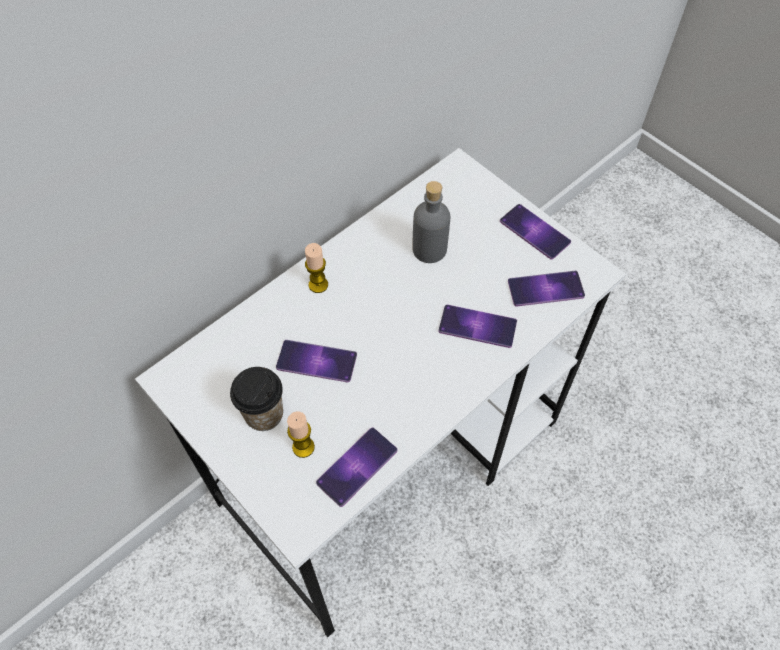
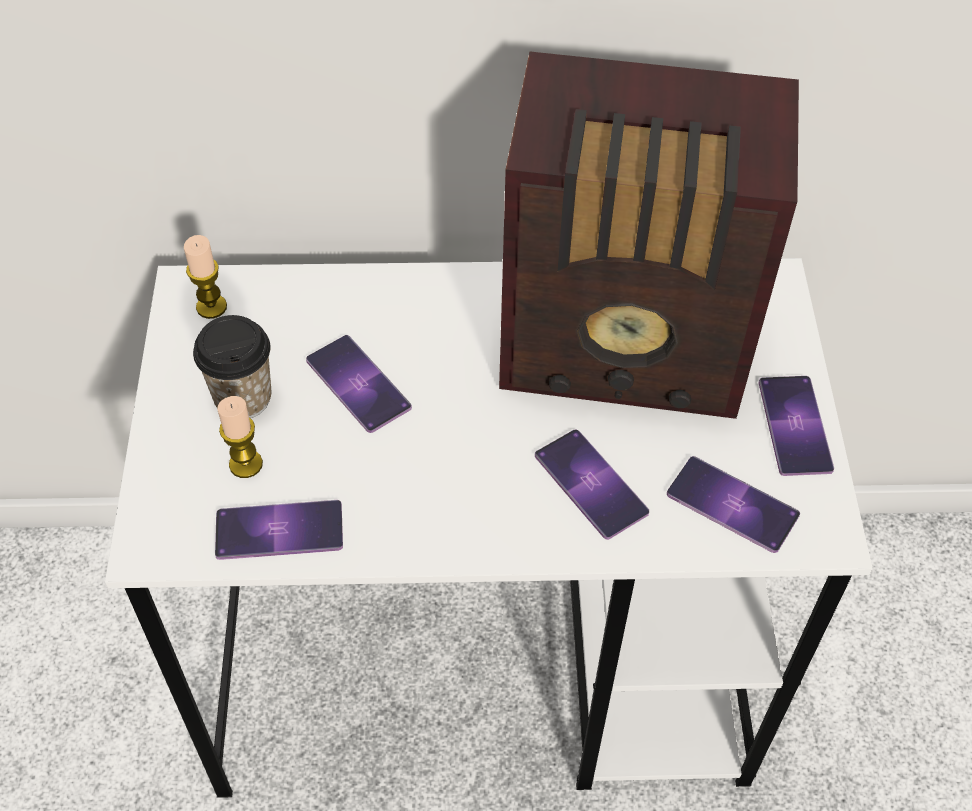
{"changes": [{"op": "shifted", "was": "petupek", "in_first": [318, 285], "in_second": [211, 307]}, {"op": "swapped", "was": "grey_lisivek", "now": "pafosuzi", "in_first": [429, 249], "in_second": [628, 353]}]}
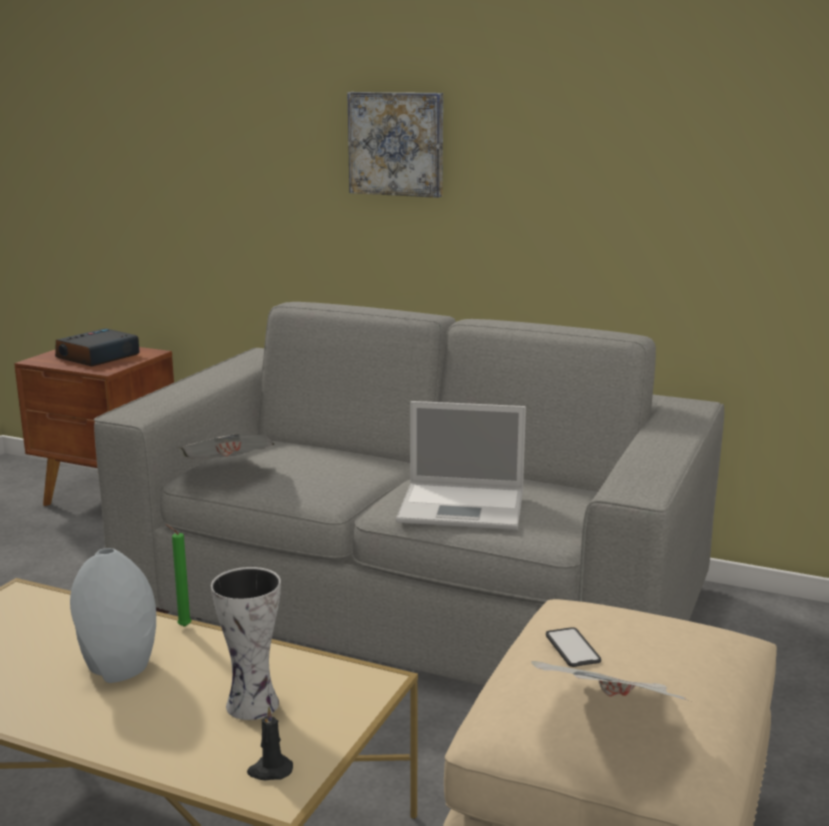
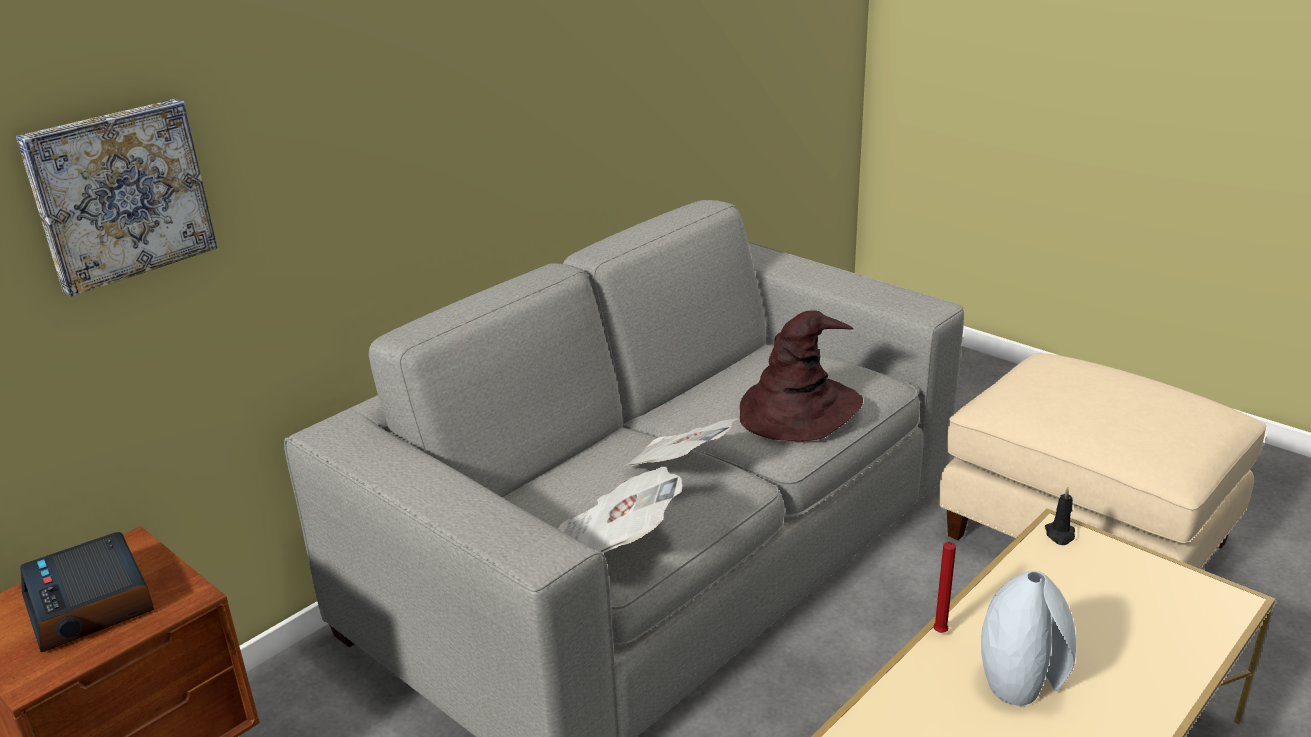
{"changes": [{"op": "repainted", "was": "green_petupek", "now": "red_petupek", "in_first": [182, 626], "in_second": [939, 634]}, {"op": "gone", "was": "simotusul", "in_first": [253, 706]}, {"op": "shifted", "was": "black_petupek", "in_first": [270, 770], "in_second": [1060, 535]}, {"op": "shifted", "was": "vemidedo", "in_first": [397, 143], "in_second": [119, 194]}, {"op": "swapped", "was": "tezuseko", "now": "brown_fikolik", "in_first": [464, 507], "in_second": [799, 411]}, {"op": "shifted", "was": "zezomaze", "in_first": [612, 718], "in_second": [680, 468]}, {"op": "gone", "was": "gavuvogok", "in_first": [572, 648]}]}
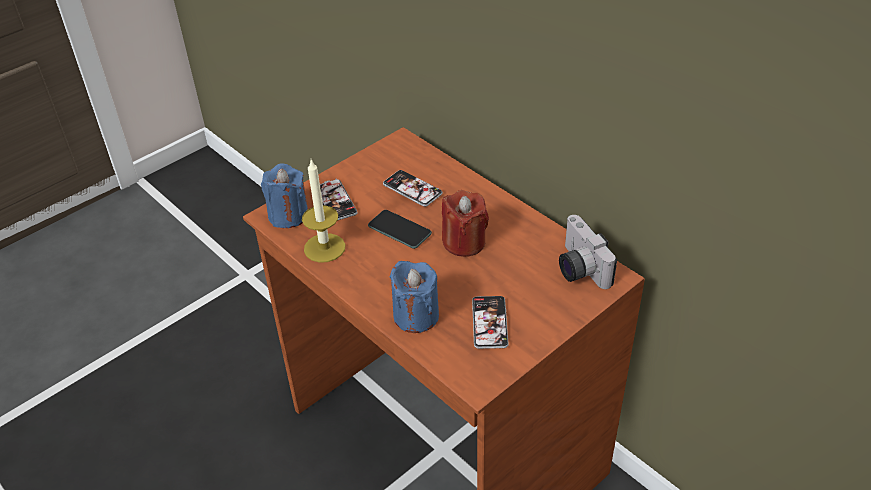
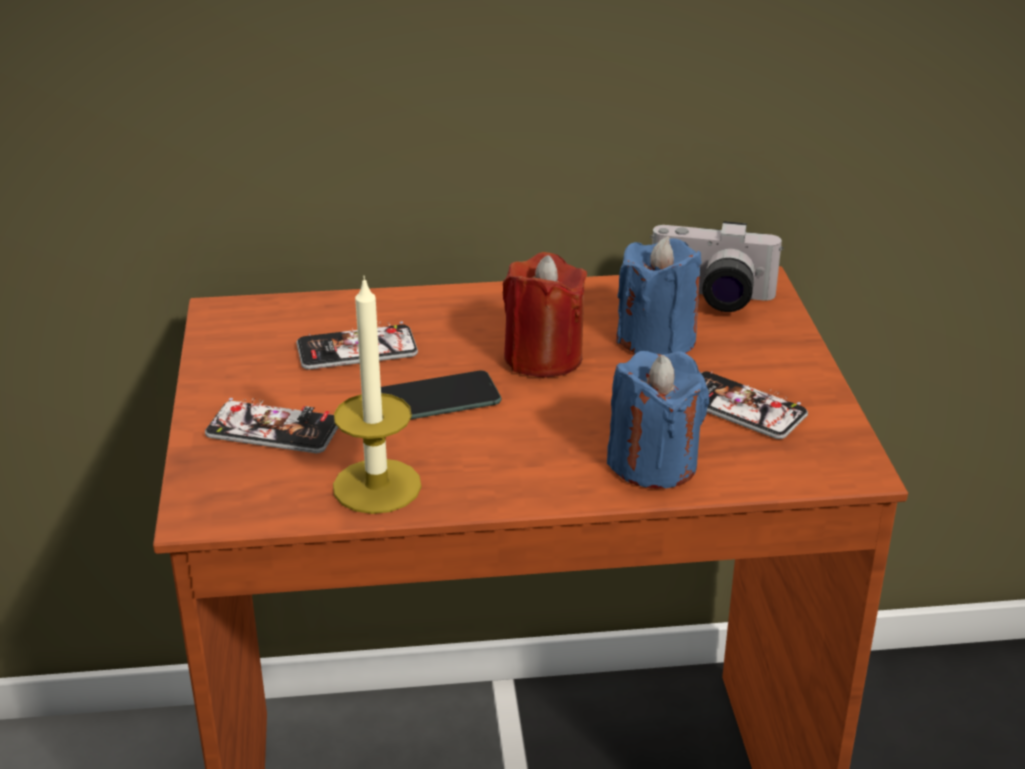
{"changes": [{"op": "shifted", "was": "blue_petupek", "in_first": [288, 215], "in_second": [657, 340]}]}
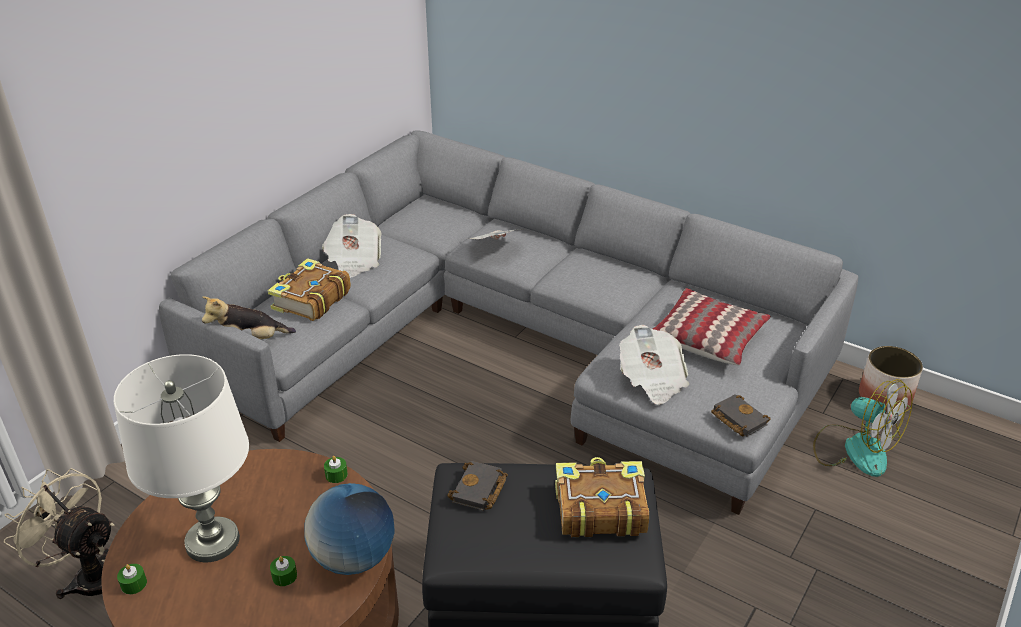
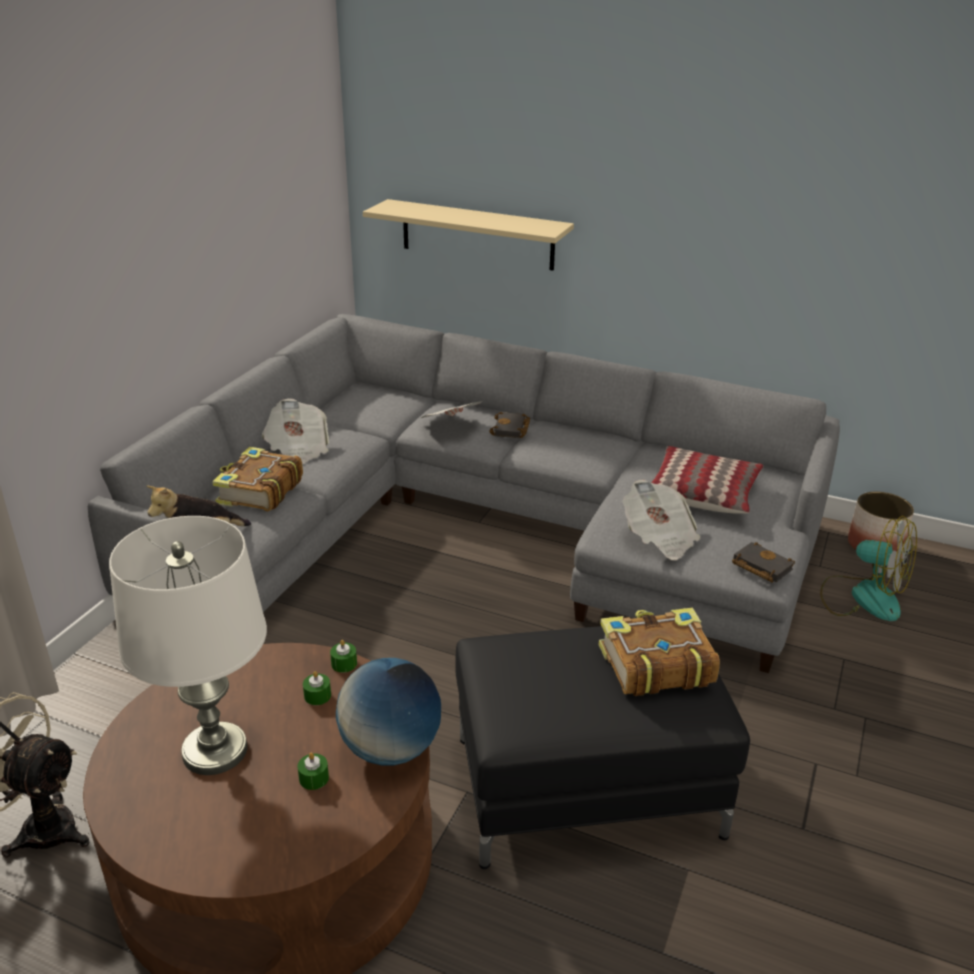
{"changes": [{"op": "shifted", "was": "green_petupek", "in_first": [134, 584], "in_second": [317, 695]}, {"op": "shifted", "was": "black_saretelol", "in_first": [479, 491], "in_second": [511, 429]}, {"op": "new", "now": "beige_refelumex", "in_second": [477, 235]}]}
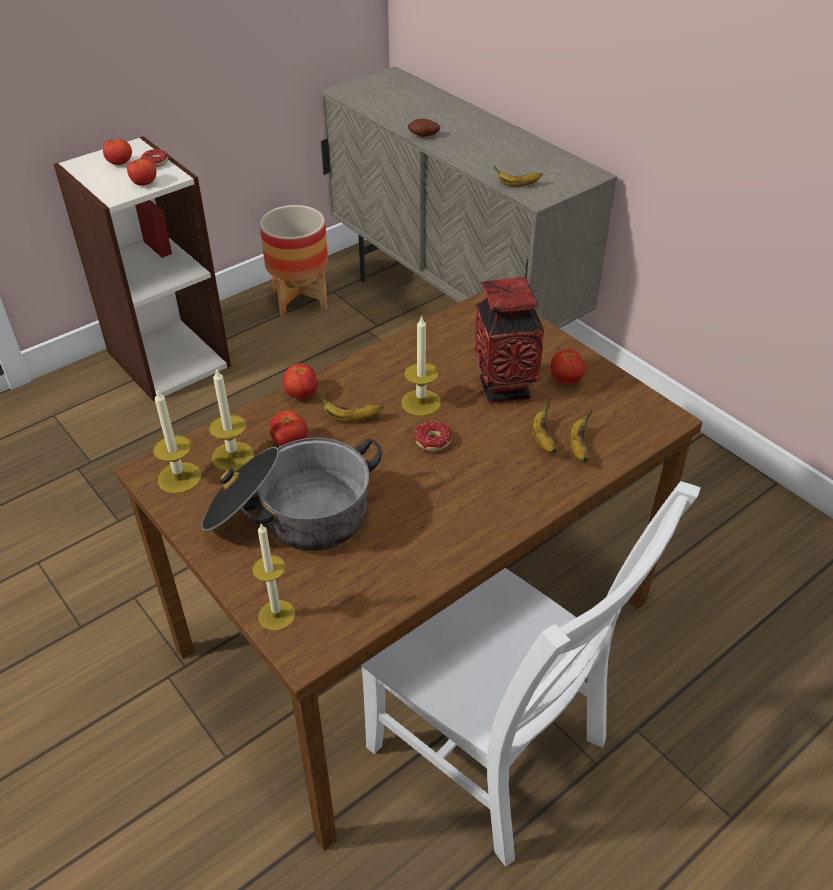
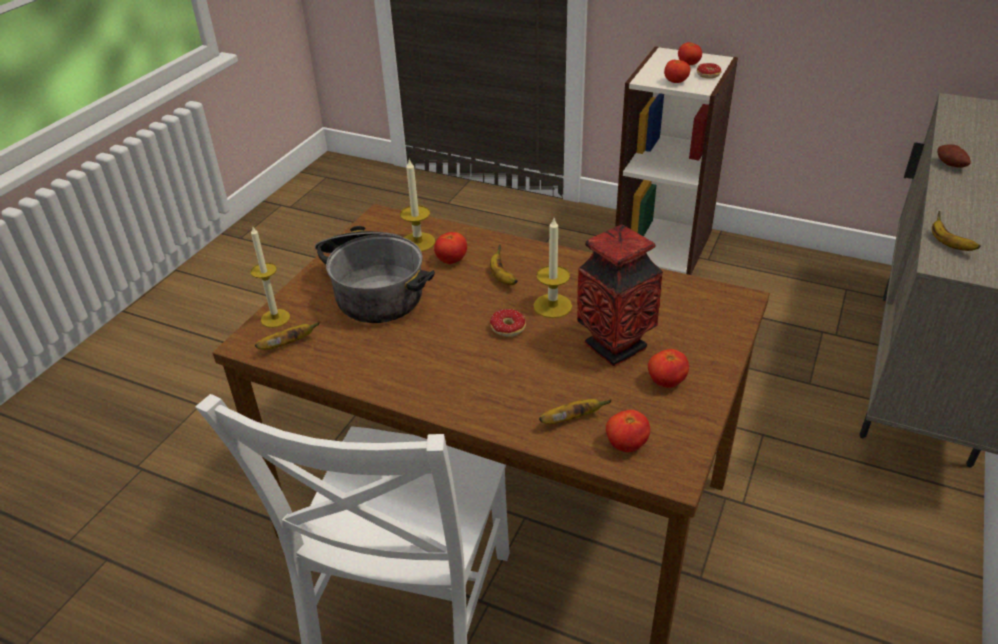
{"changes": [{"op": "gone", "was": "petupek", "in_first": [179, 478]}, {"op": "gone", "was": "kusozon", "in_first": [300, 300]}, {"op": "shifted", "was": "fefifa", "in_first": [301, 394], "in_second": [626, 445]}, {"op": "shifted", "was": "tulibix", "in_first": [542, 439], "in_second": [288, 344]}]}
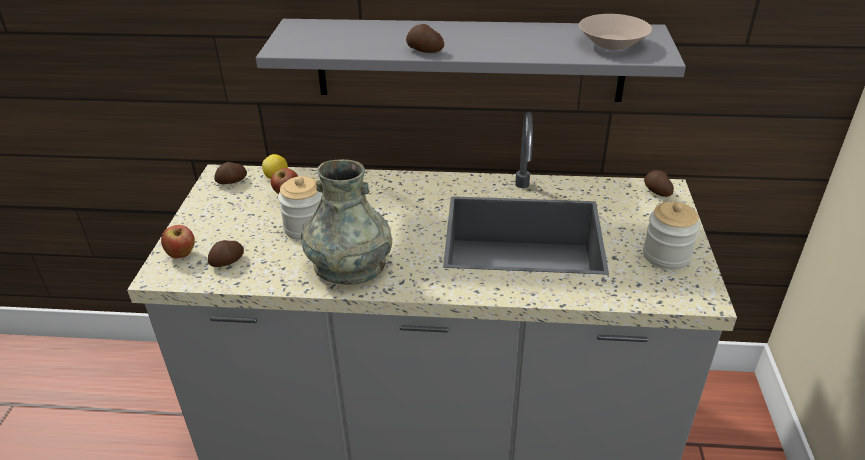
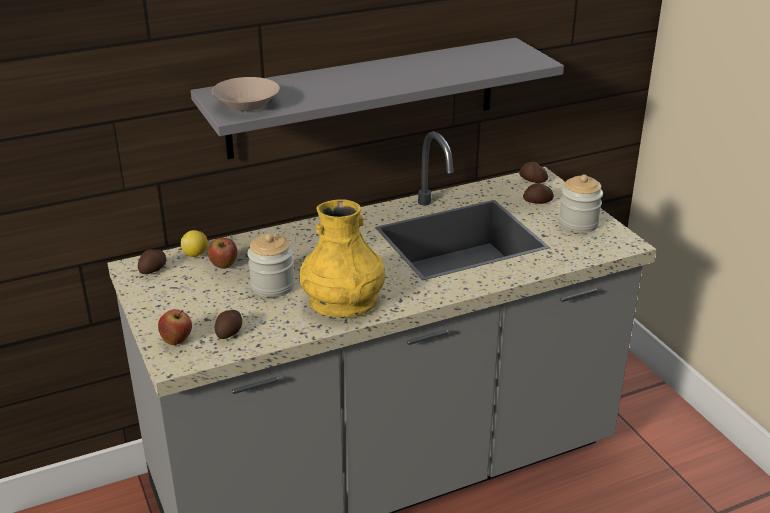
{"changes": [{"op": "repainted", "was": "grey_simotusul", "now": "yellow_simotusul", "in_first": [349, 265], "in_second": [343, 301]}, {"op": "shifted", "was": "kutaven", "in_first": [424, 51], "in_second": [538, 202]}, {"op": "shifted", "was": "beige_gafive", "in_first": [611, 44], "in_second": [246, 106]}]}
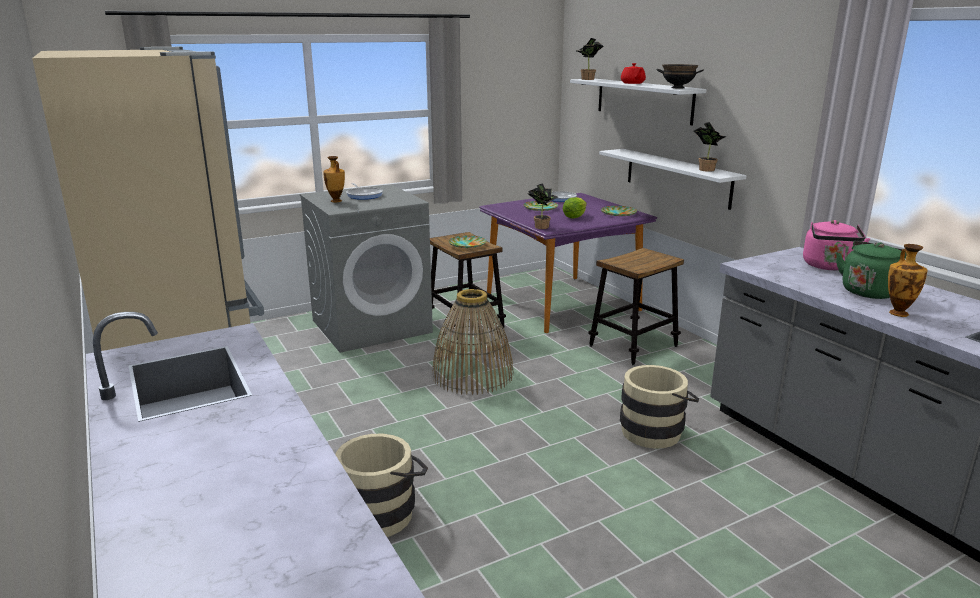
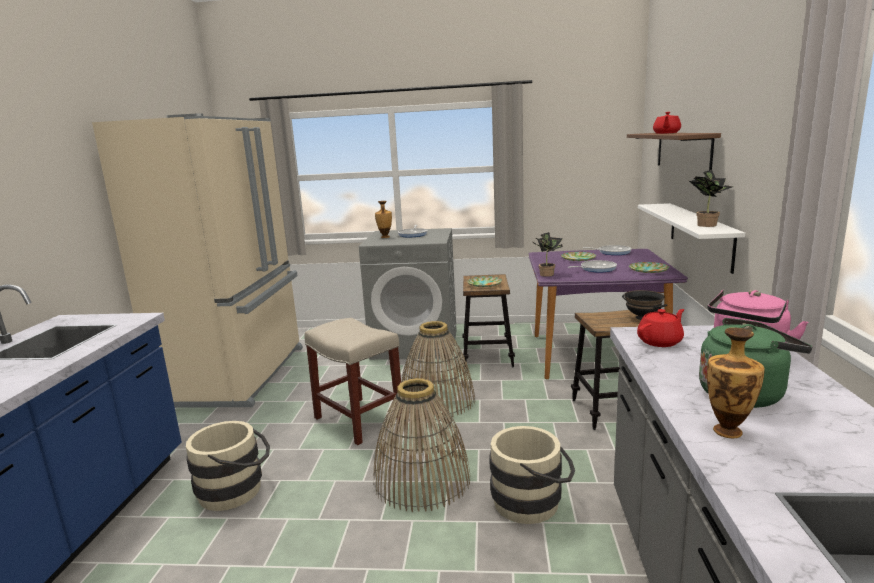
{"changes": [{"op": "swapped", "was": "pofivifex", "now": "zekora", "in_first": [574, 217], "in_second": [596, 269]}, {"op": "repainted", "was": "white_refelumex", "now": "brown_refelumex", "in_first": [643, 100], "in_second": [683, 151]}, {"op": "gone", "was": "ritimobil", "in_first": [588, 79]}, {"op": "shifted", "was": "black_gafive", "in_first": [677, 88], "in_second": [642, 318]}, {"op": "new", "now": "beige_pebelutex", "in_second": [360, 420]}, {"op": "new", "now": "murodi", "in_second": [422, 479]}, {"op": "new", "now": "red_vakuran", "in_second": [660, 341]}]}
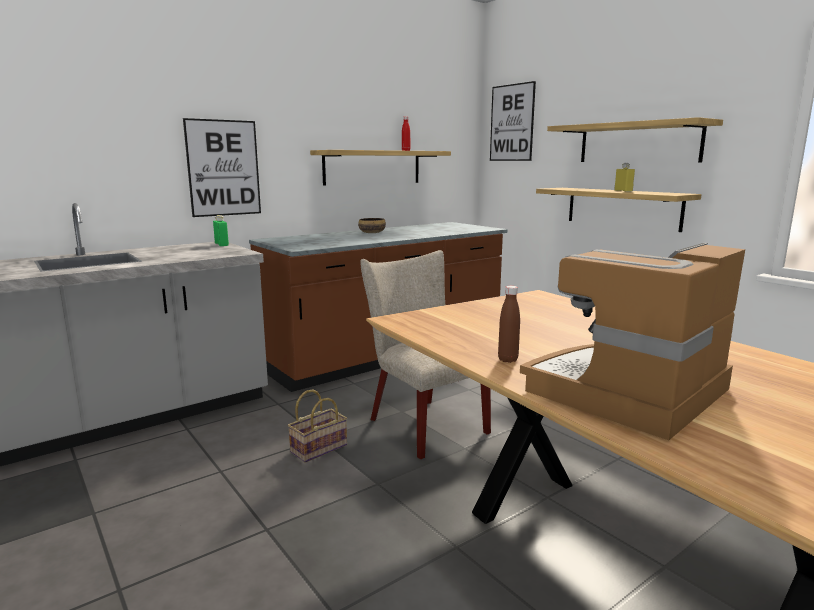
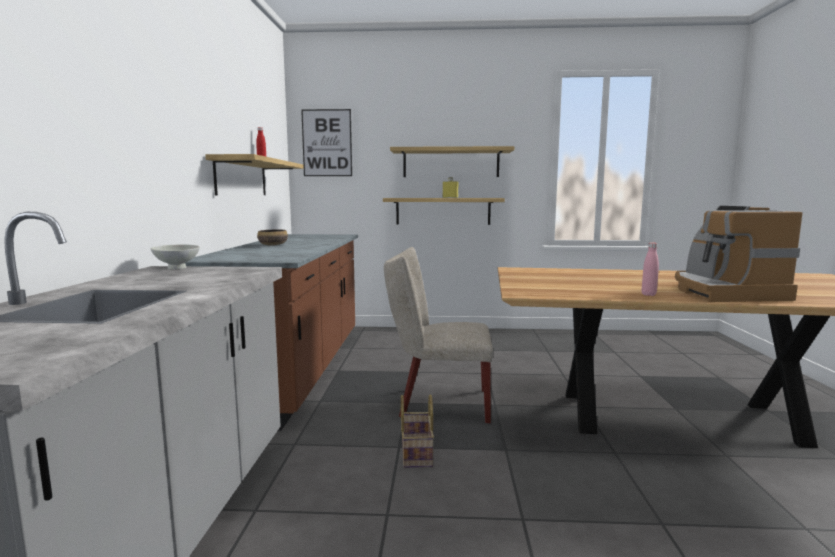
{"changes": [{"op": "gone", "was": "vemidedo", "in_first": [223, 168]}, {"op": "swapped", "was": "green_lisivek", "now": "white_gafive", "in_first": [221, 244], "in_second": [178, 268]}, {"op": "repainted", "was": "brown_lisivek", "now": "pink_lisivek", "in_first": [508, 359], "in_second": [648, 294]}]}
